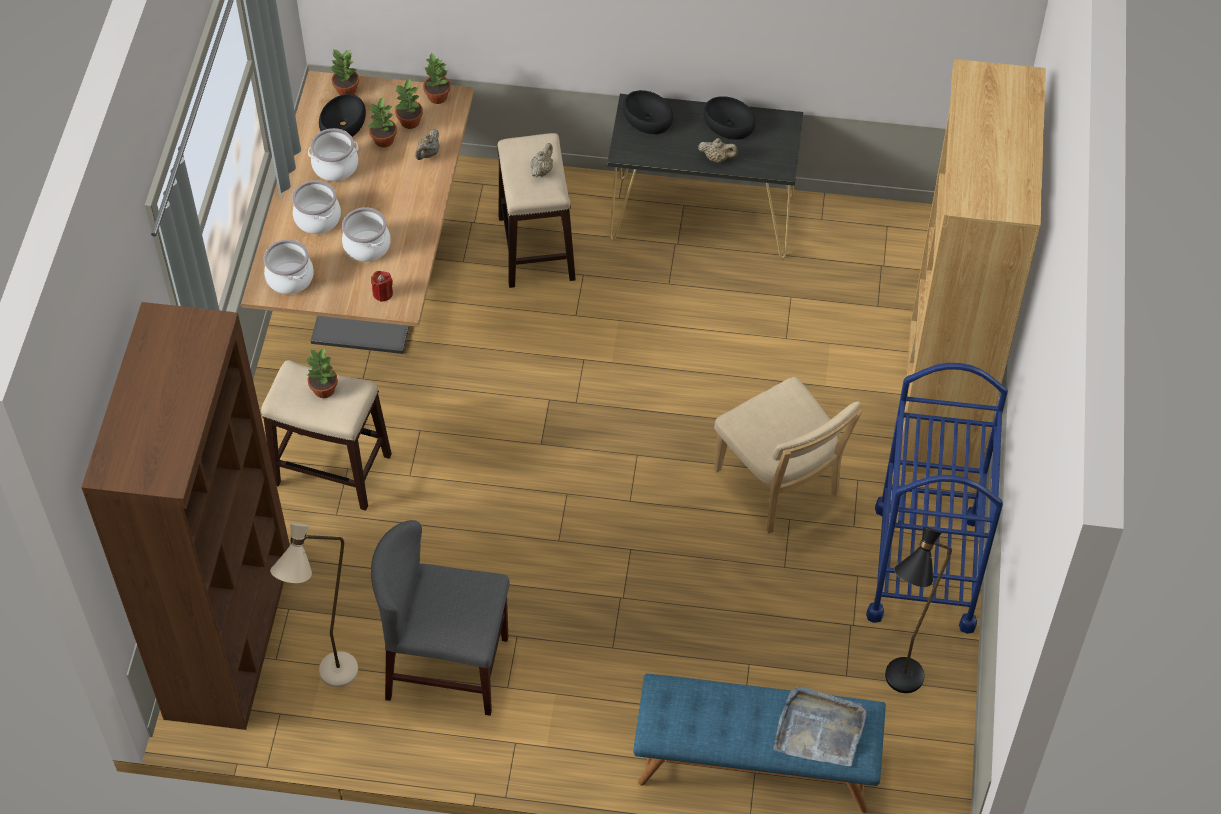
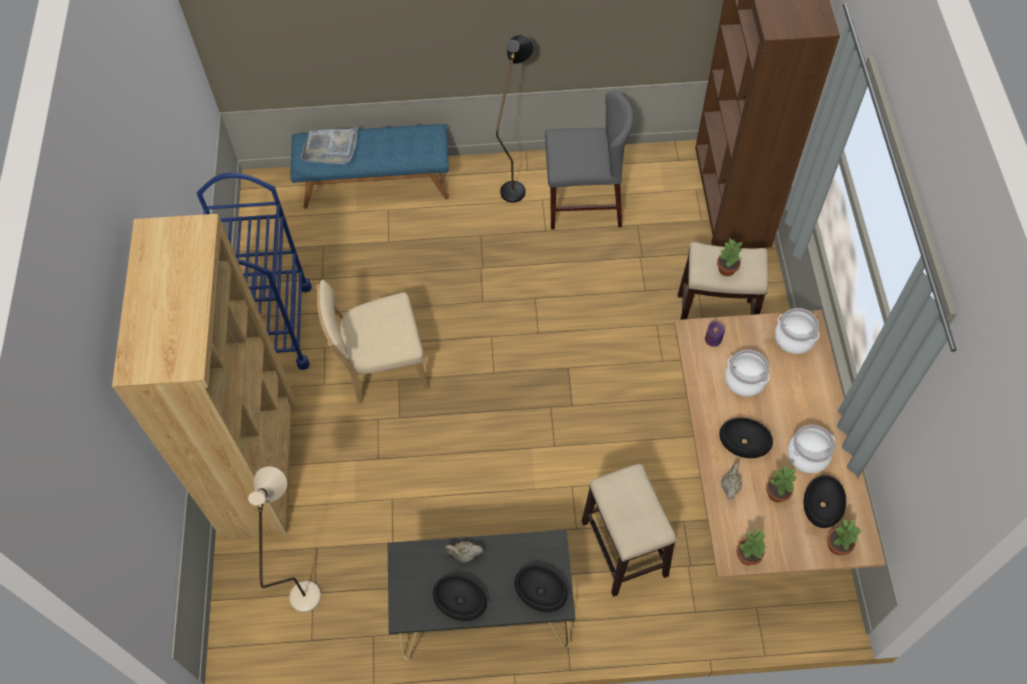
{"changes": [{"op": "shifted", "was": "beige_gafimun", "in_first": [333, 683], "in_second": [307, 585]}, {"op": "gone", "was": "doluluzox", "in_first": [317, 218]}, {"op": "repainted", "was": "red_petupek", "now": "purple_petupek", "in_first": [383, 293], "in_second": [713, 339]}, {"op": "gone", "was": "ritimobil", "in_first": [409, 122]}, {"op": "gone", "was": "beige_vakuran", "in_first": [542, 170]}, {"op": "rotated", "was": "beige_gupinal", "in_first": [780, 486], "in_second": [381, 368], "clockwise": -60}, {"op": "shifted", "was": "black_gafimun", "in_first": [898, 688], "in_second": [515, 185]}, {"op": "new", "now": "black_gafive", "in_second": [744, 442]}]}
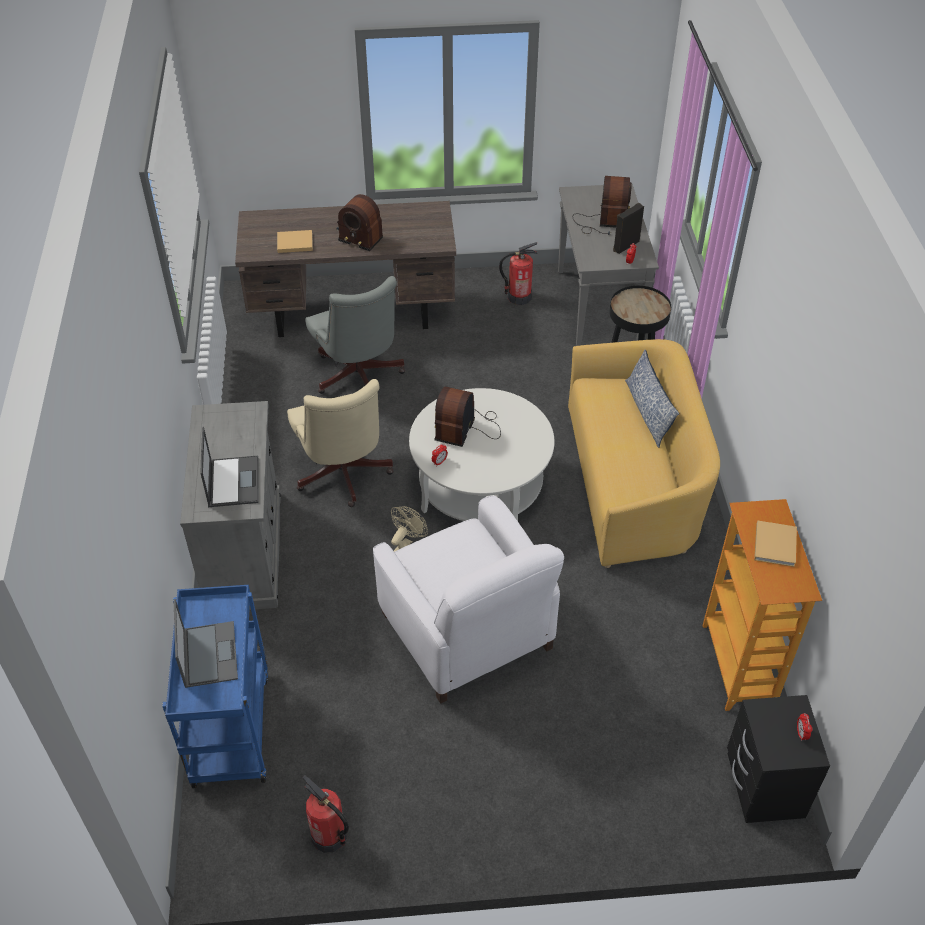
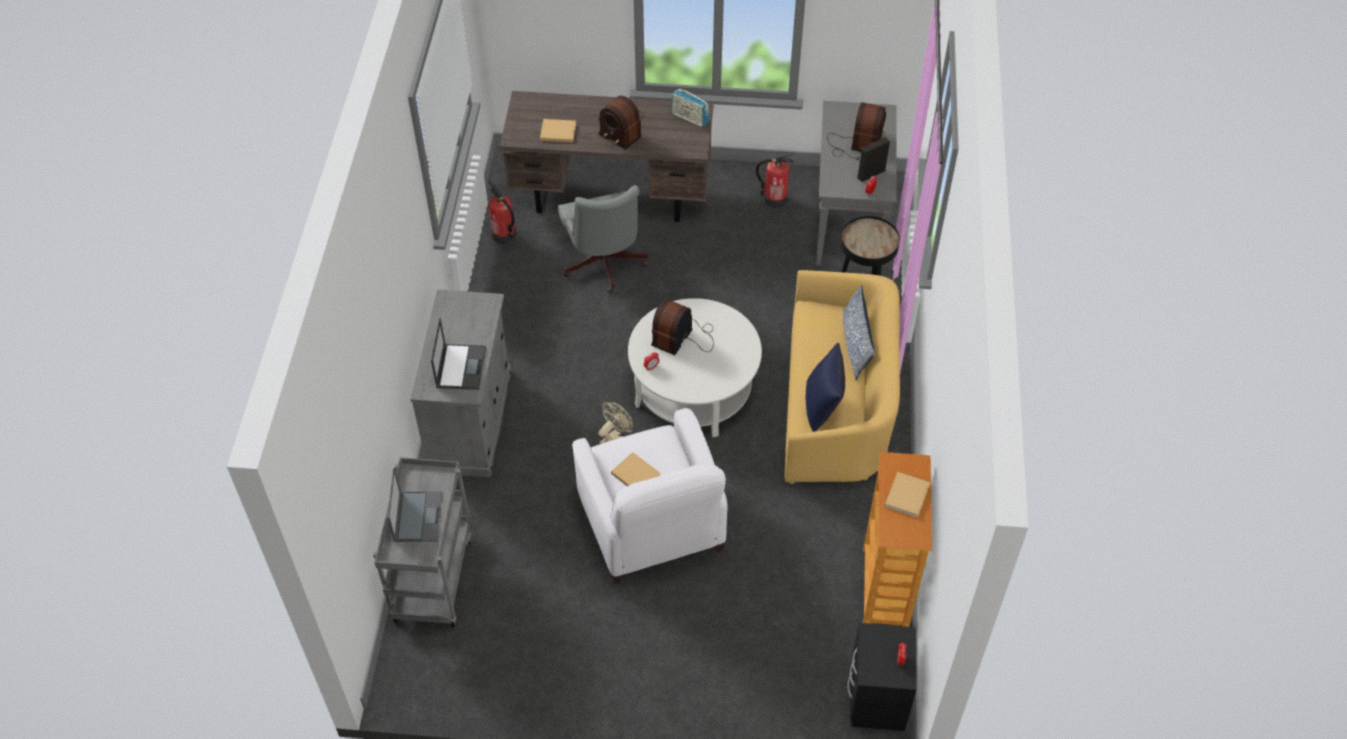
{"changes": [{"op": "repainted", "was": "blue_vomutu", "now": "grey_vomutu", "in_first": [229, 727], "in_second": [432, 576]}, {"op": "gone", "was": "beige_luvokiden", "in_first": [343, 476]}, {"op": "shifted", "was": "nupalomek", "in_first": [329, 836], "in_second": [504, 235]}, {"op": "new", "now": "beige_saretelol", "in_second": [634, 474]}, {"op": "new", "now": "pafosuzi", "in_second": [689, 118]}, {"op": "new", "now": "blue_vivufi", "in_second": [822, 407]}]}
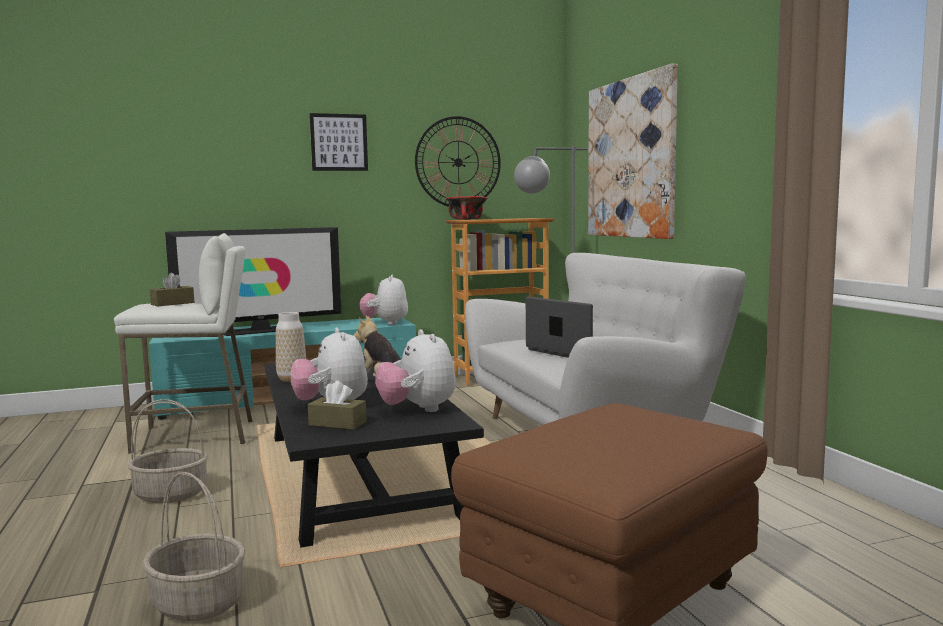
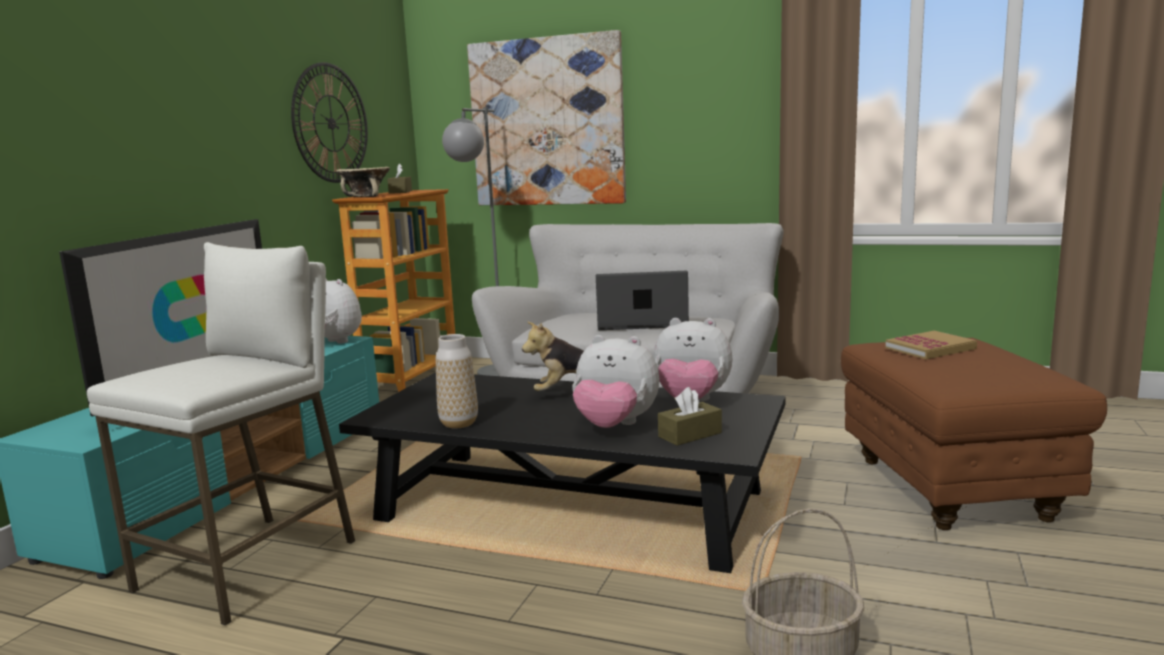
{"changes": [{"op": "gone", "was": "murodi", "in_first": [171, 494]}, {"op": "shifted", "was": "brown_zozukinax", "in_first": [172, 303], "in_second": [400, 192]}, {"op": "gone", "was": "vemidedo", "in_first": [339, 142]}, {"op": "repainted", "was": "red_gafive", "now": "beige_gafive", "in_first": [467, 219], "in_second": [366, 196]}, {"op": "new", "now": "saretelol", "in_second": [930, 348]}]}
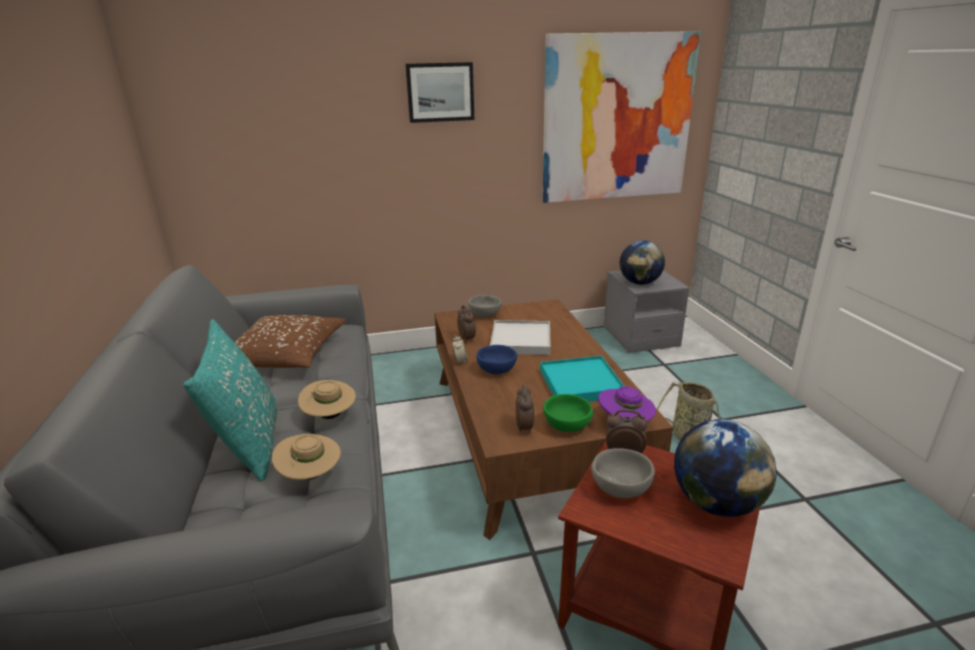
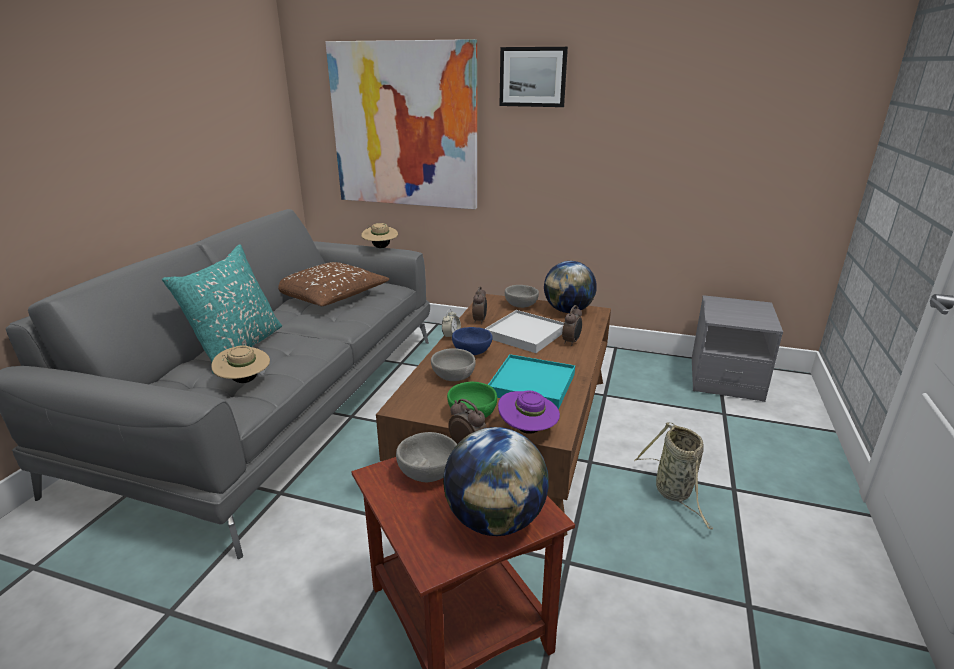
{"changes": [{"op": "shifted", "was": "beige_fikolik", "in_first": [330, 416], "in_second": [380, 247]}, {"op": "shifted", "was": "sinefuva", "in_first": [525, 428], "in_second": [571, 342]}, {"op": "shifted", "was": "vemidedo", "in_first": [617, 119], "in_second": [404, 126]}, {"op": "shifted", "was": "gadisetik", "in_first": [640, 283], "in_second": [568, 311]}, {"op": "new", "now": "grey_gafive", "in_second": [453, 376]}]}
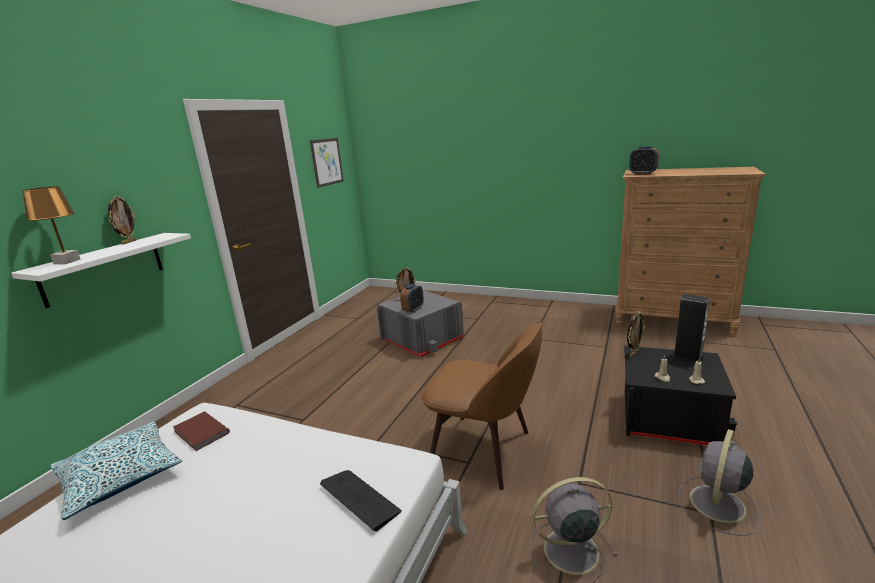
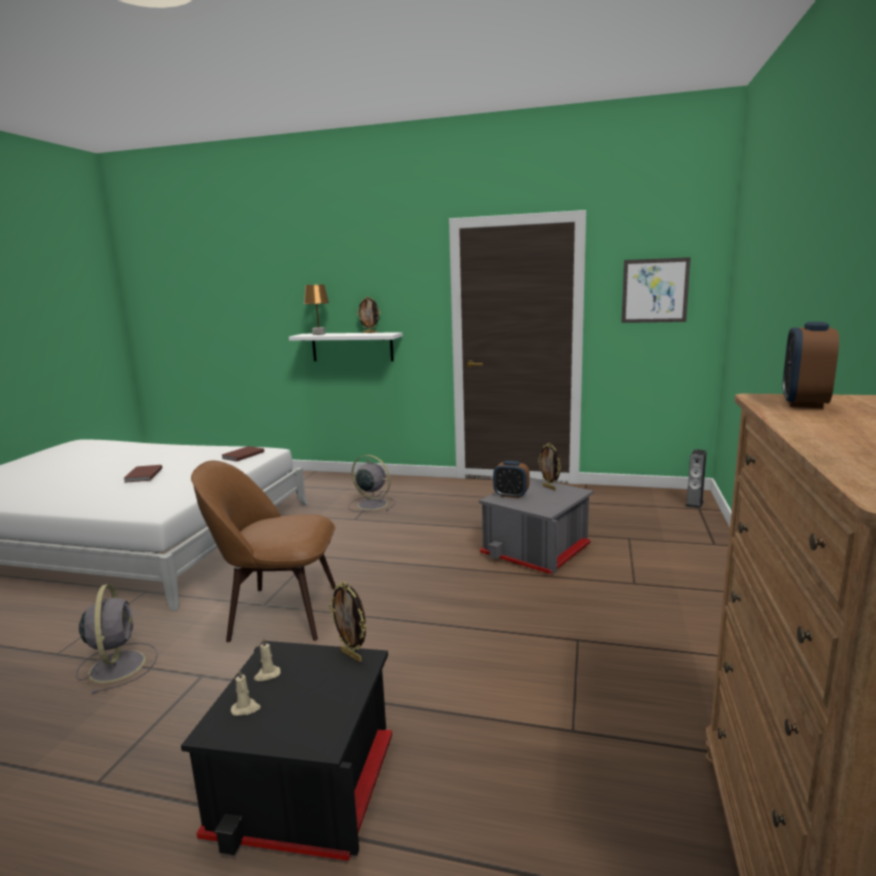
{"changes": [{"op": "gone", "was": "vivufi", "in_first": [120, 477]}, {"op": "gone", "was": "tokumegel", "in_first": [360, 499]}, {"op": "rotated", "was": "brown_gupinal", "in_first": [484, 451], "in_second": [279, 612], "clockwise": 75}, {"op": "shifted", "was": "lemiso", "in_first": [687, 357], "in_second": [694, 503]}, {"op": "shifted", "was": "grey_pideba", "in_first": [716, 505], "in_second": [371, 504]}, {"op": "new", "now": "brown_saretelol", "in_second": [142, 475]}]}
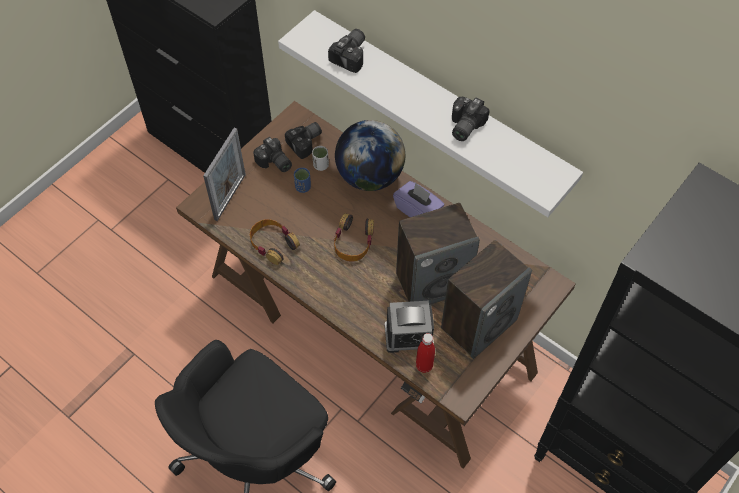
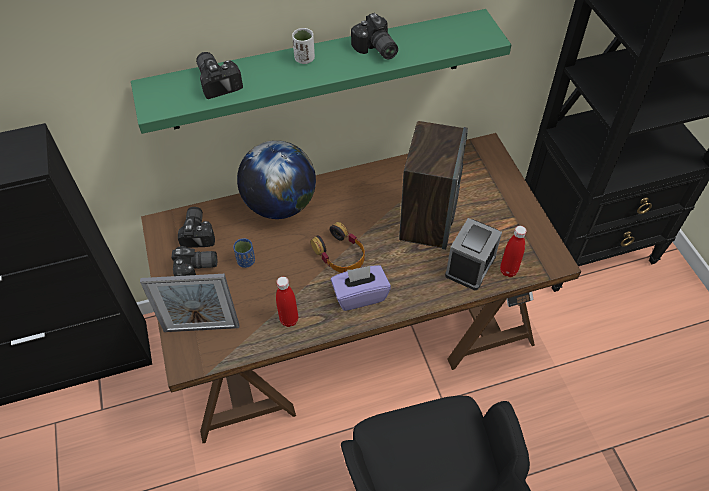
{"changes": [{"op": "rotated", "was": "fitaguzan", "in_first": [230, 197], "in_second": [201, 328], "clockwise": 120}, {"op": "swapped", "was": "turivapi", "now": "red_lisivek", "in_first": [273, 244], "in_second": [289, 320]}, {"op": "repainted", "was": "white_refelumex", "now": "green_refelumex", "in_first": [439, 106], "in_second": [318, 70]}, {"op": "shifted", "was": "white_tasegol", "in_first": [321, 165], "in_second": [304, 59]}, {"op": "shifted", "was": "purple_zozukinax", "in_first": [418, 210], "in_second": [360, 295]}, {"op": "gone", "was": "lemiso", "in_first": [478, 323]}]}
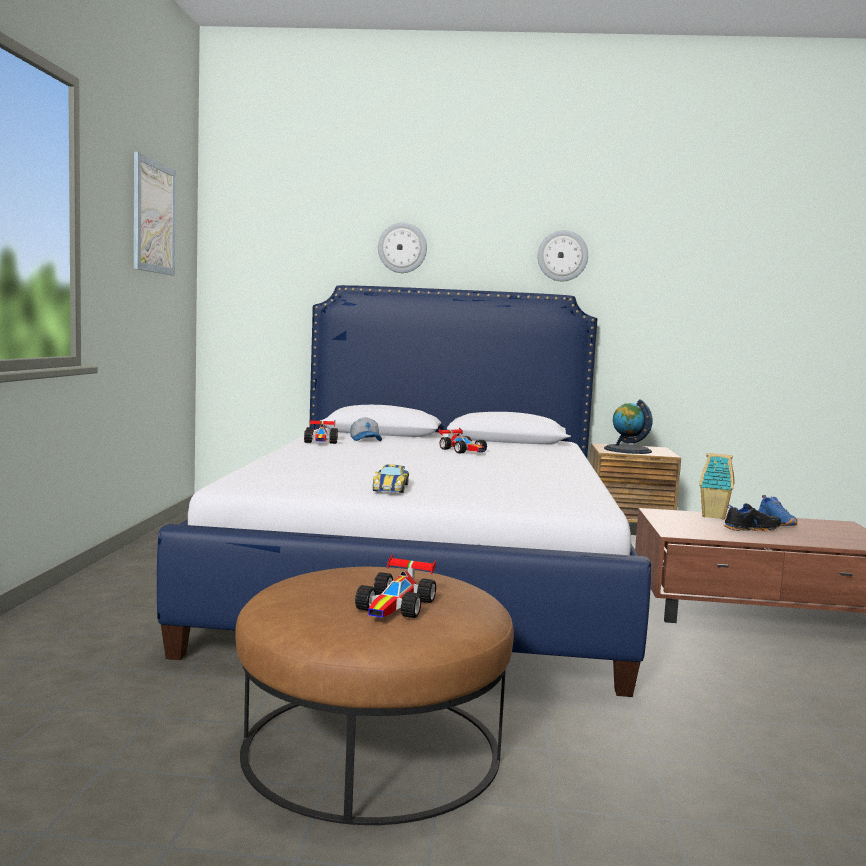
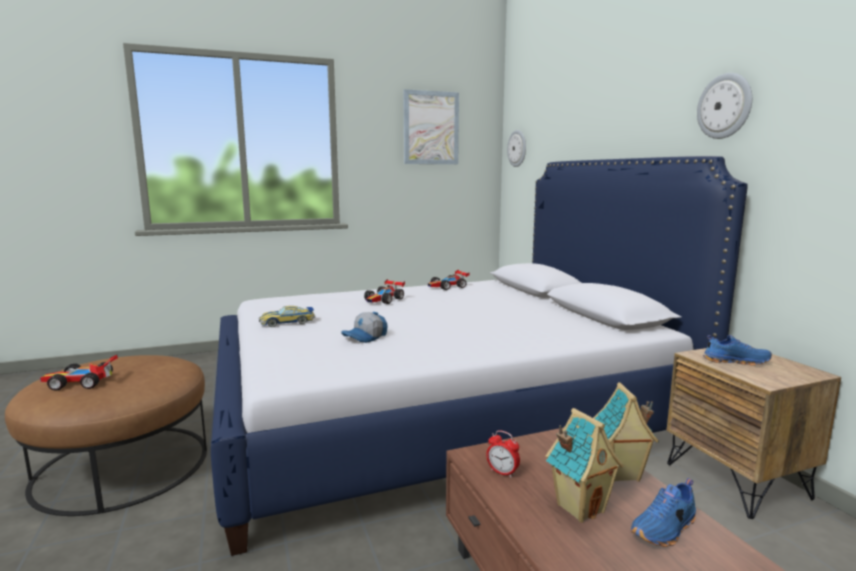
{"changes": [{"op": "shifted", "was": "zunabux", "in_first": [366, 440], "in_second": [365, 337]}, {"op": "shifted", "was": "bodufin", "in_first": [402, 248], "in_second": [517, 148]}, {"op": "shifted", "was": "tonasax", "in_first": [464, 450], "in_second": [384, 300]}, {"op": "swapped", "was": "gadisetik", "now": "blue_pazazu", "in_first": [627, 450], "in_second": [735, 361]}, {"op": "swapped", "was": "black_pazazu", "now": "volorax", "in_first": [750, 529], "in_second": [580, 507]}, {"op": "new", "now": "sinefuva", "in_second": [502, 472]}]}
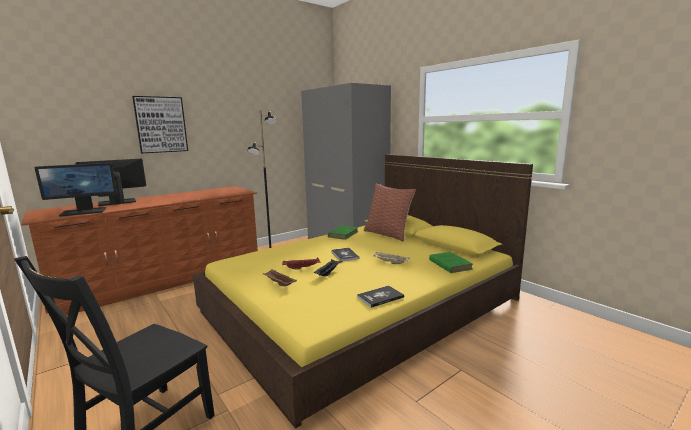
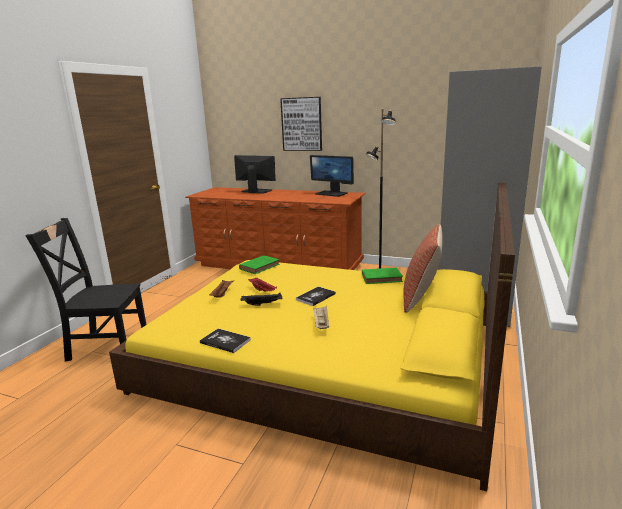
{"changes": [{"op": "shifted", "was": "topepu", "in_first": [84, 211], "in_second": [332, 193]}, {"op": "shifted", "was": "green_saretelol", "in_first": [449, 264], "in_second": [260, 266]}]}
